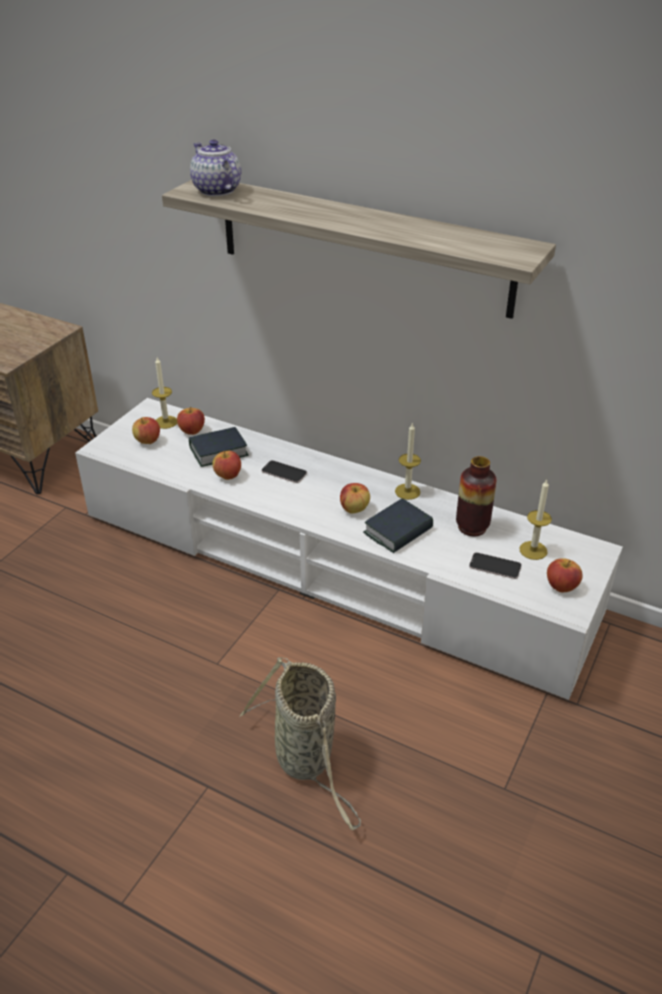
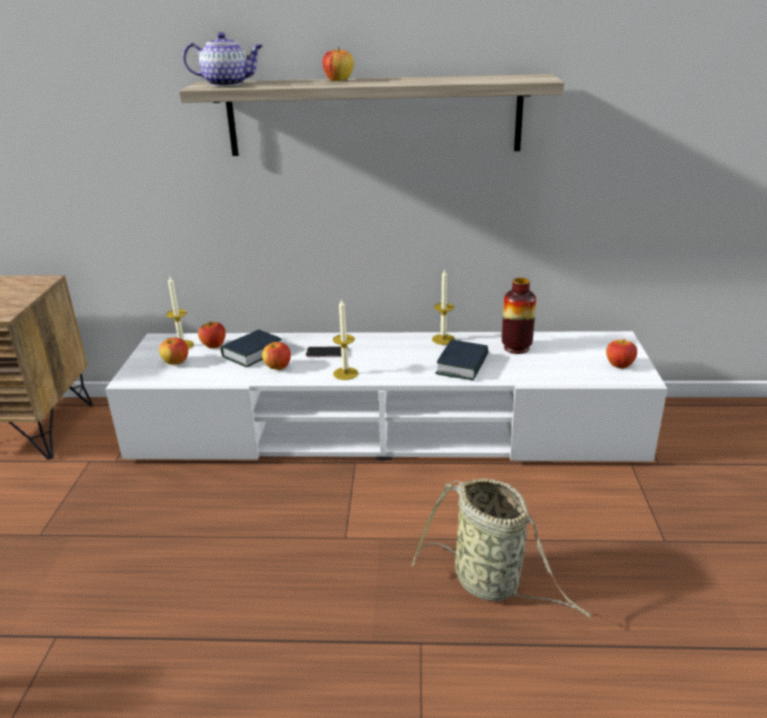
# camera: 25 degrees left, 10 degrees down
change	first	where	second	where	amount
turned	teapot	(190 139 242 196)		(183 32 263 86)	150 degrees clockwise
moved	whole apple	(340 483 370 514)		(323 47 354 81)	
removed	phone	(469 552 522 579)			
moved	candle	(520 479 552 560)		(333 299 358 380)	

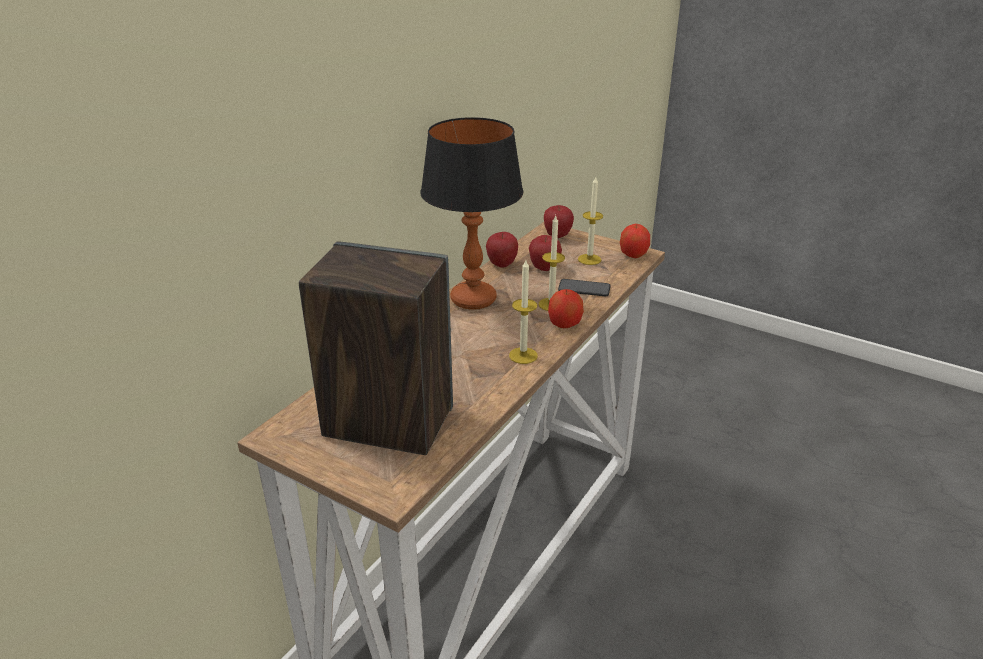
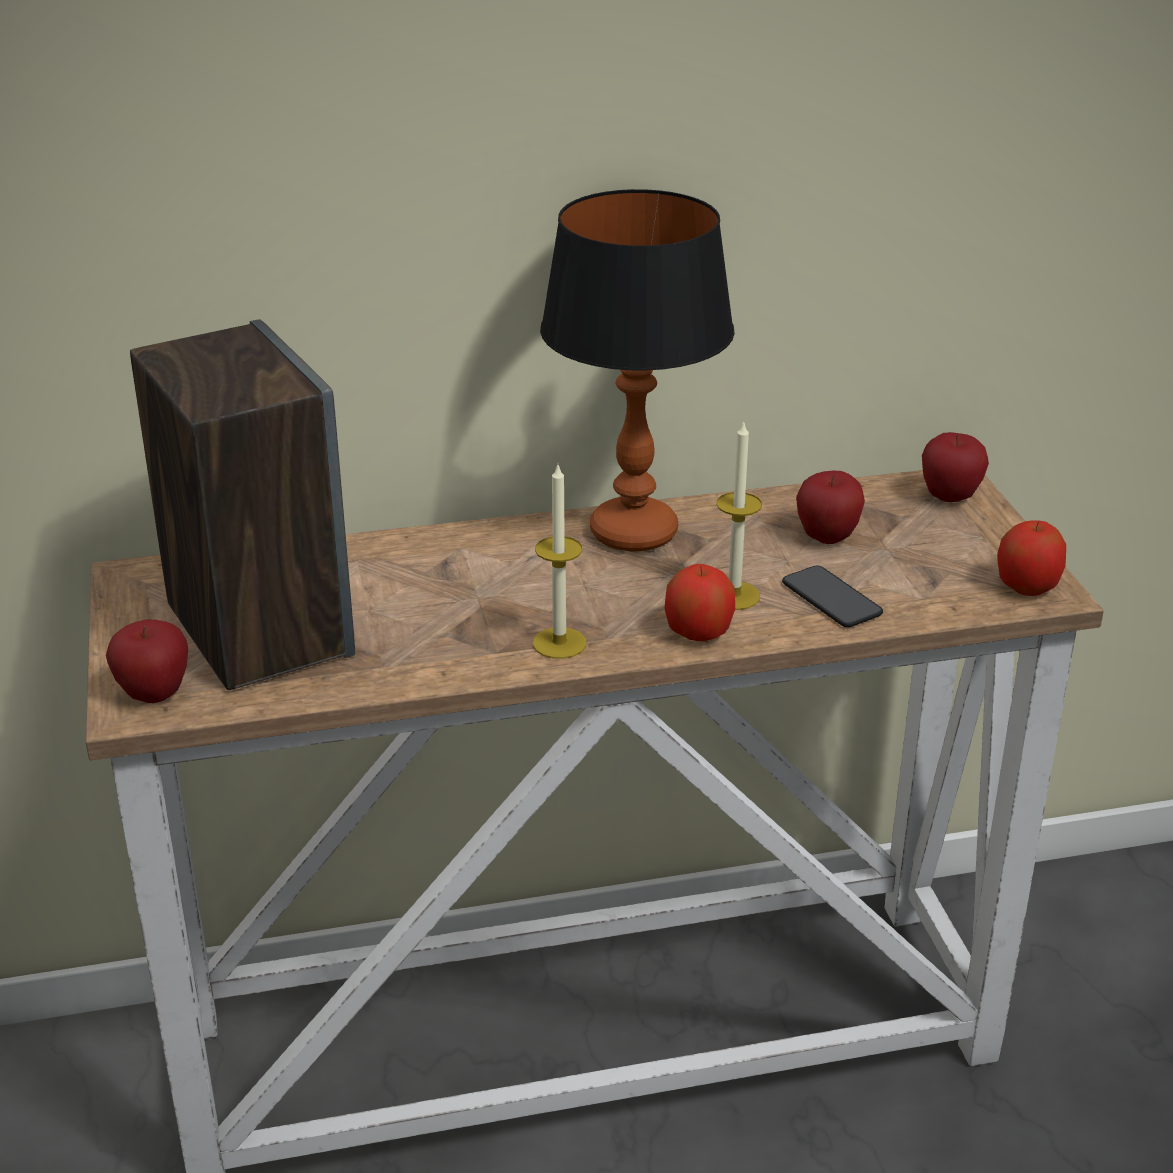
# camera: 45 degrees right, 0 degrees up
change	first	where	second	where	amount
moved	whole apple	(486 232 518 268)		(106 620 188 703)	
removed	candle	(578 177 603 265)			

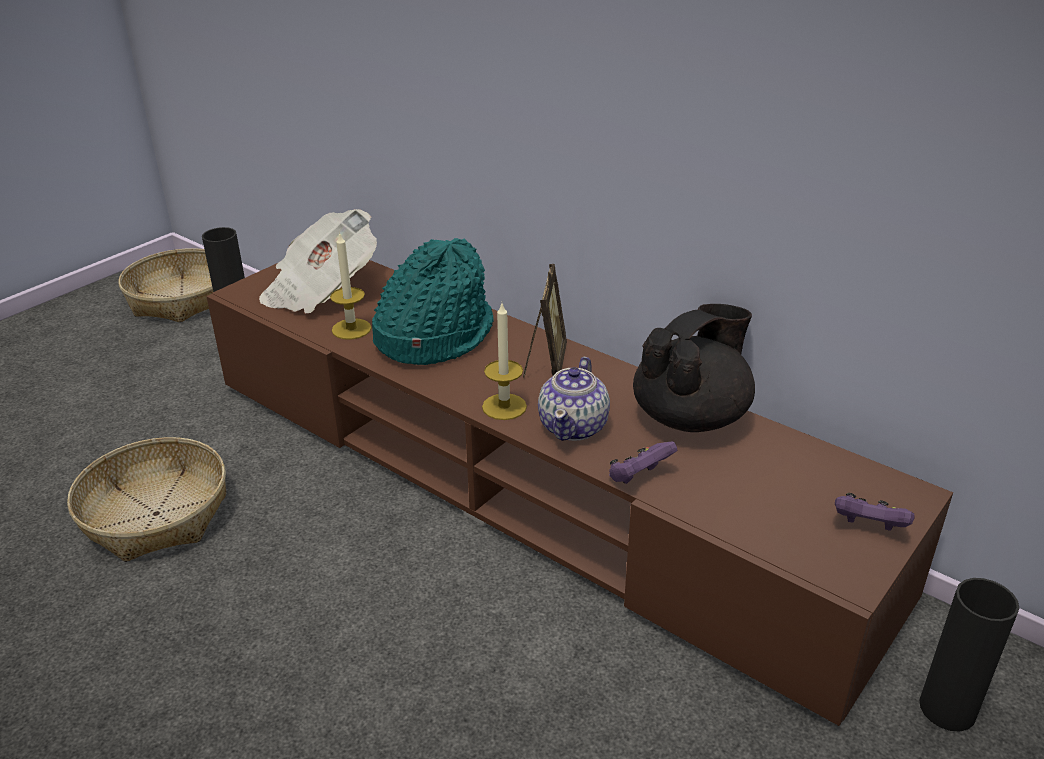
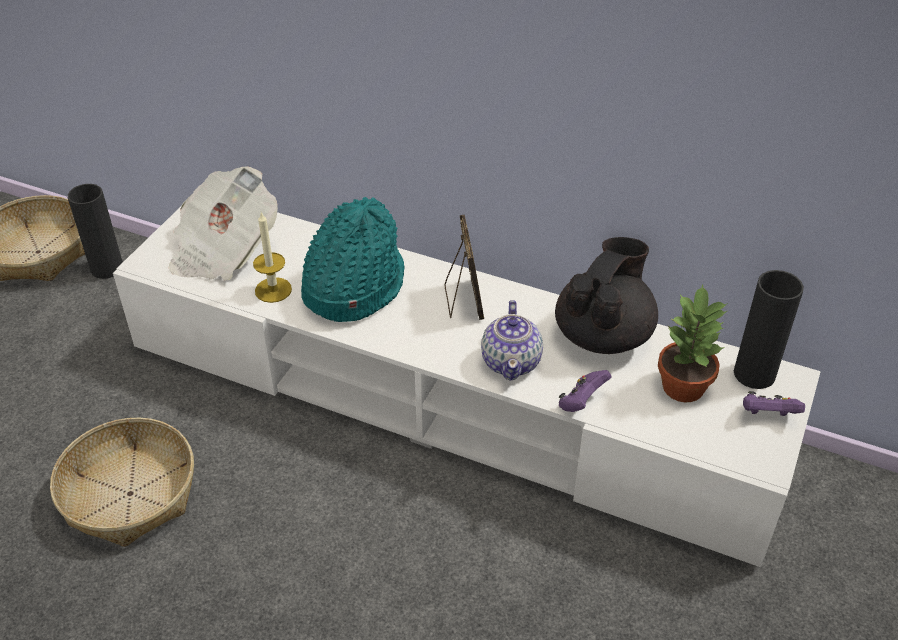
# camera: 15 degrees left, 10 degrees up
change	first	where	second	where	amount
recoloured	tv stand/brownish	(206 260 953 726)	tv stand/white-coloured	(113 206 821 567)	
removed	candle	(482 303 527 420)			
moved	decorative vase/black	(919 578 1019 732)		(734 270 804 389)	
added			houseplant	(658 285 728 402)	

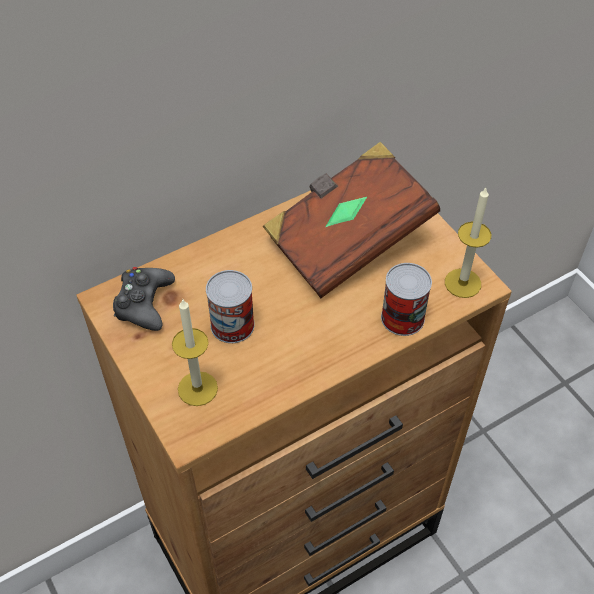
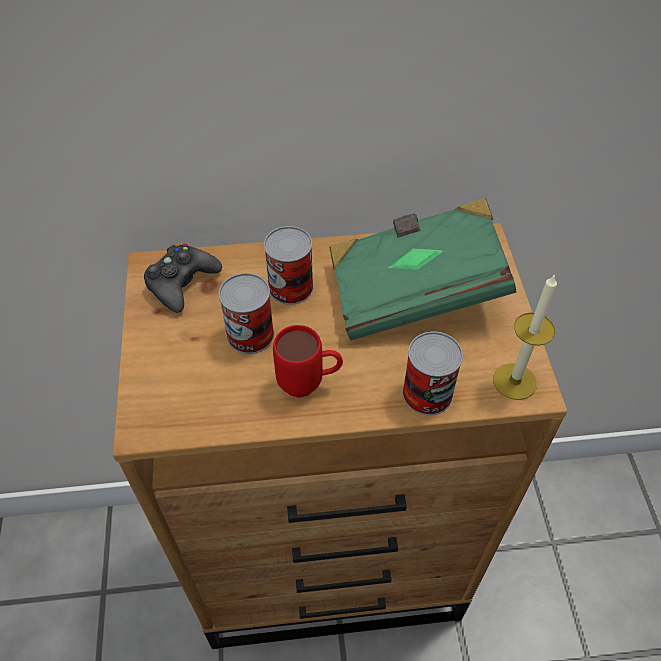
# camera: 25 degrees right, 0 degrees up
change	first	where	second	where	amount
removed	candle	(172 298 218 406)			
recoloured	bound book/brownish	(263 142 440 298)	bound book/greenish	(330 198 516 340)	
added			sealed can	(264 226 314 305)	
added			coffee mug/red	(273 325 343 398)	

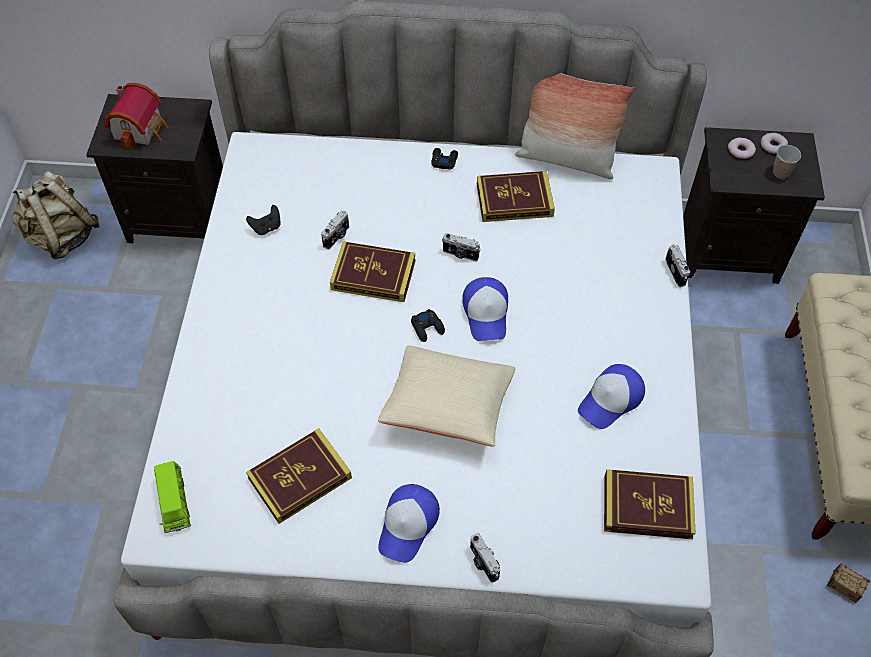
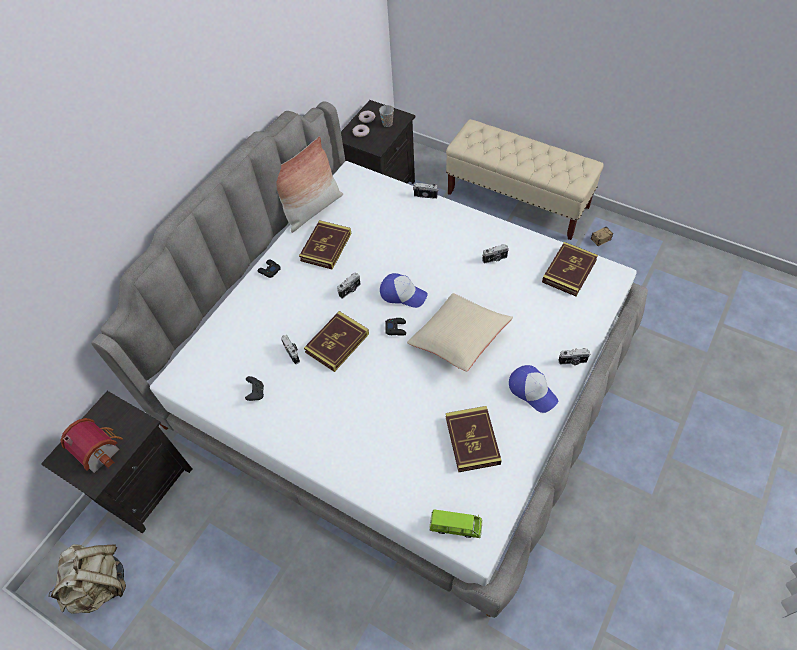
# camera: 60 degrees left, 0 degrees up
change	first	where	second	where	amount
replaced	peaked cap	(578 364 645 429)	photo camera	(482 244 509 263)	

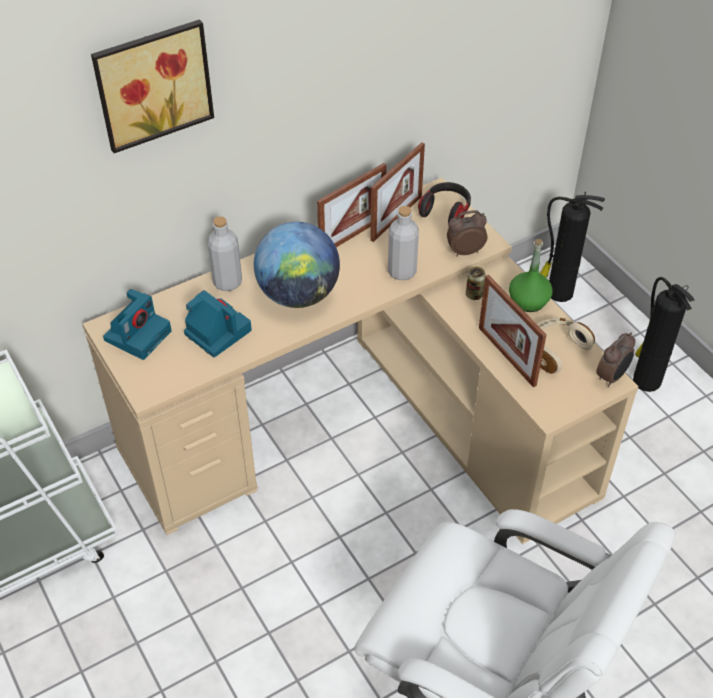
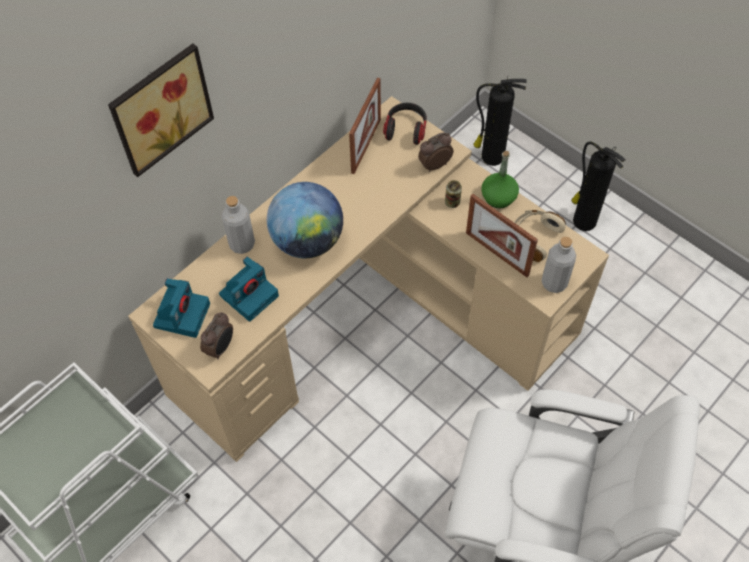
# camera: 15 degrees left, 10 degrees up
change	first	where	second	where	amount
turned	photo camera	(184 290 252 357)		(219 257 279 322)	105 degrees clockwise
removed	standing frame	(317 163 387 247)			
moved	drink bottle/gray	(388 206 419 280)		(542 237 576 293)	
moved	table clock	(596 332 635 387)		(200 312 233 360)	

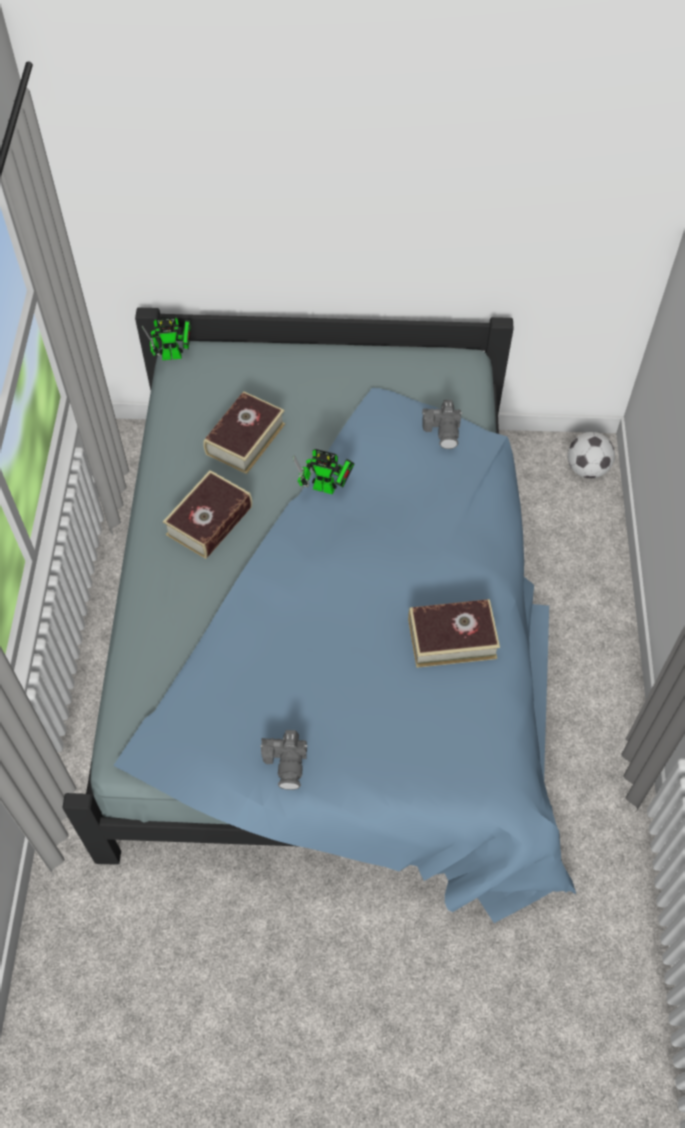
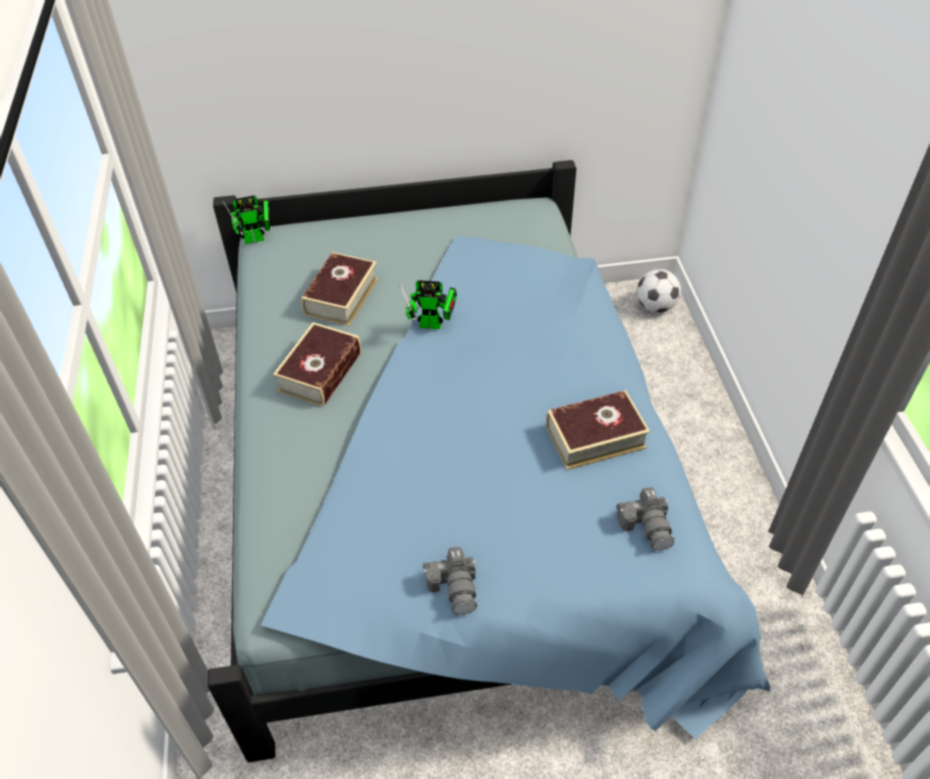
# camera: 10 degrees left, 10 degrees down
change	first	where	second	where	amount
moved	photo camera	(422 400 462 449)		(616 487 674 551)	

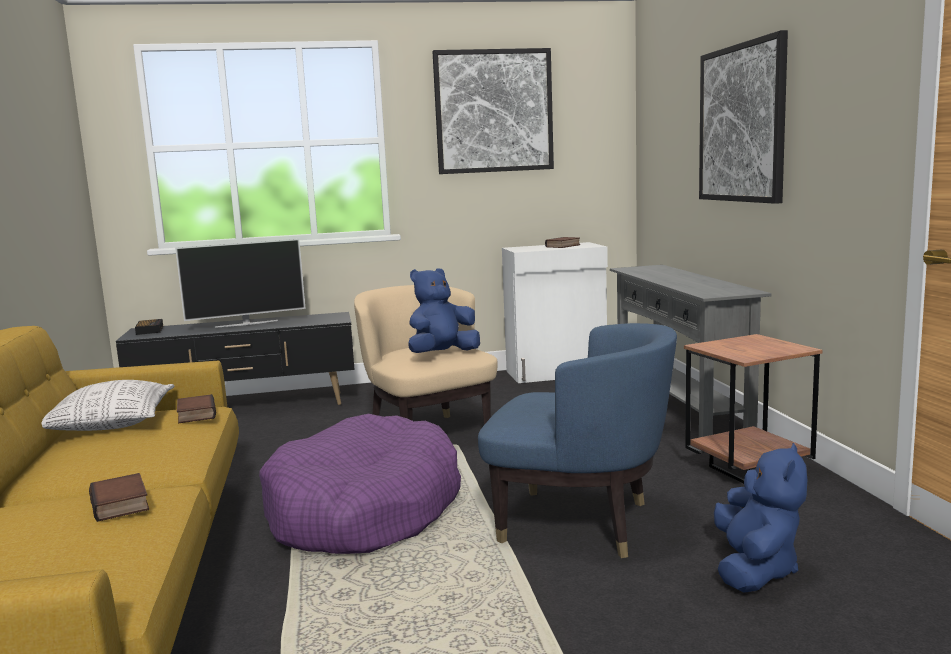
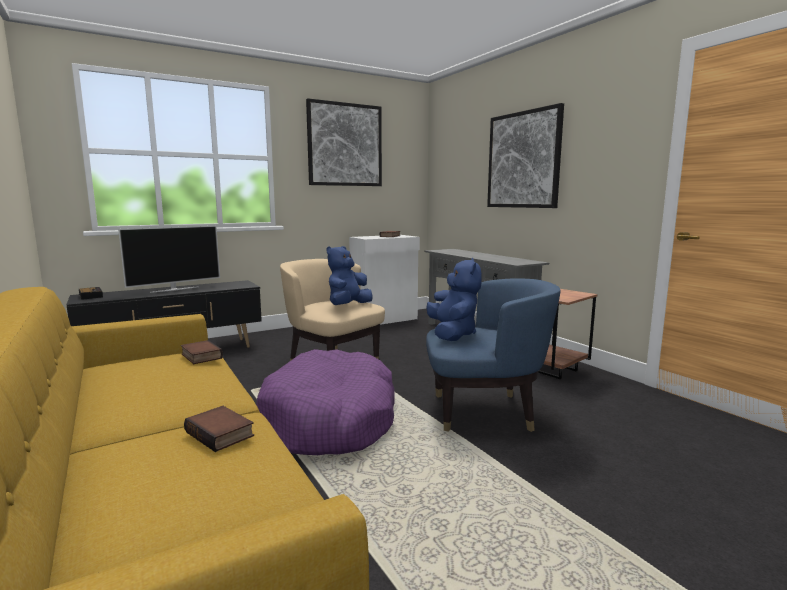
# camera: 20 degrees left, 0 degrees up
change	first	where	second	where	amount
removed	cushion	(42 380 174 431)			
moved	plush toy/bluish	(714 443 807 593)		(426 258 482 341)	

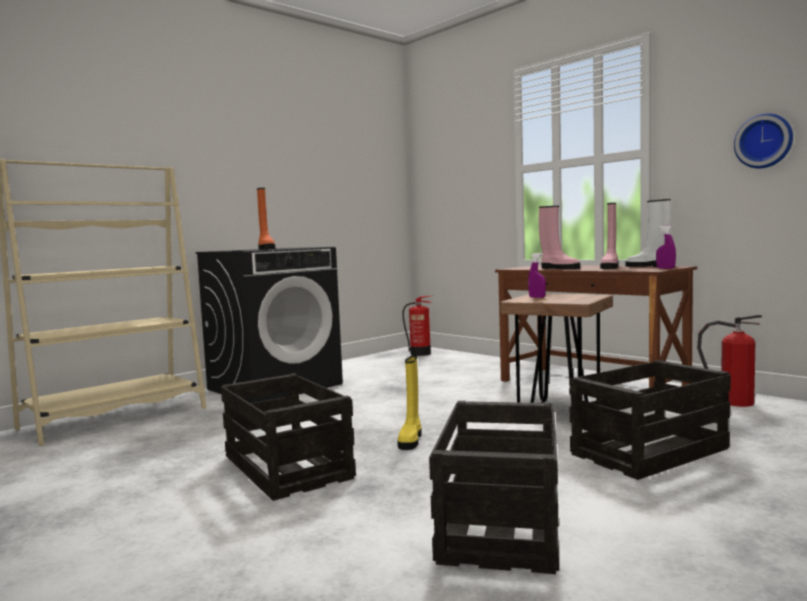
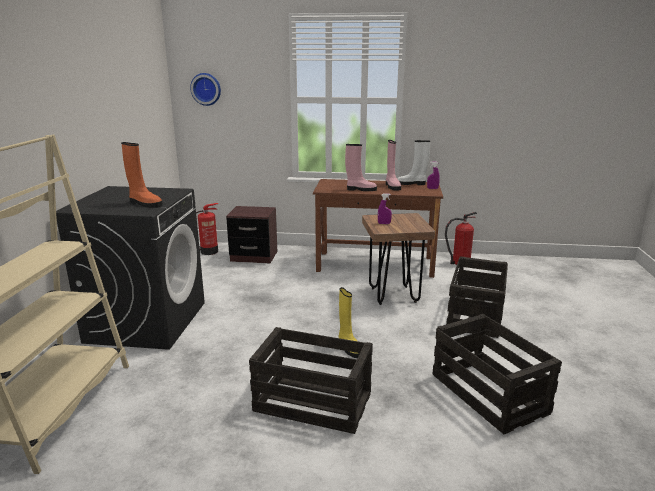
# camera: 40 degrees left, 15 degrees up
change	first	where	second	where	amount
moved	wall clock	(734 113 793 168)		(190 73 221 106)	
added			nightstand/brownish	(226 206 277 263)	

